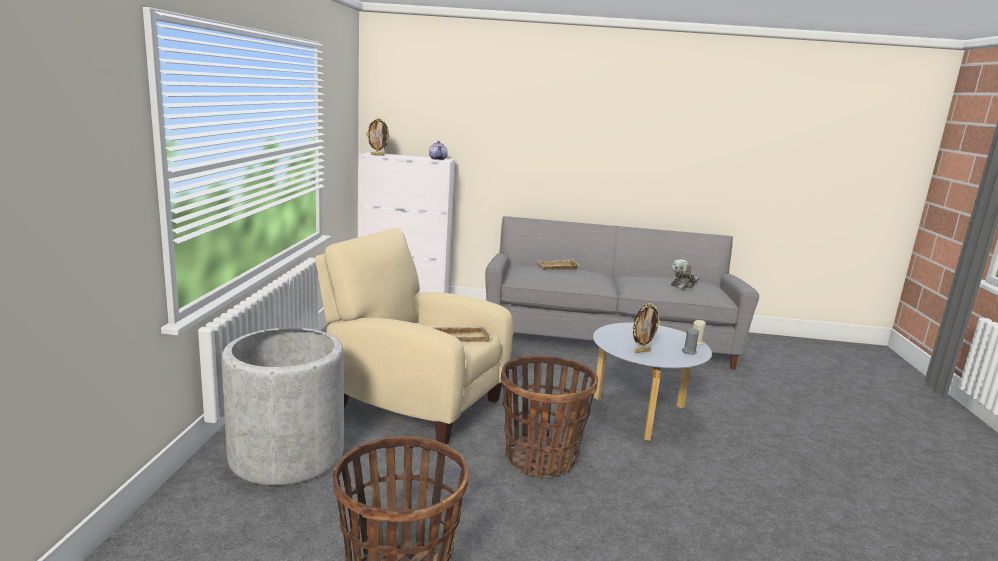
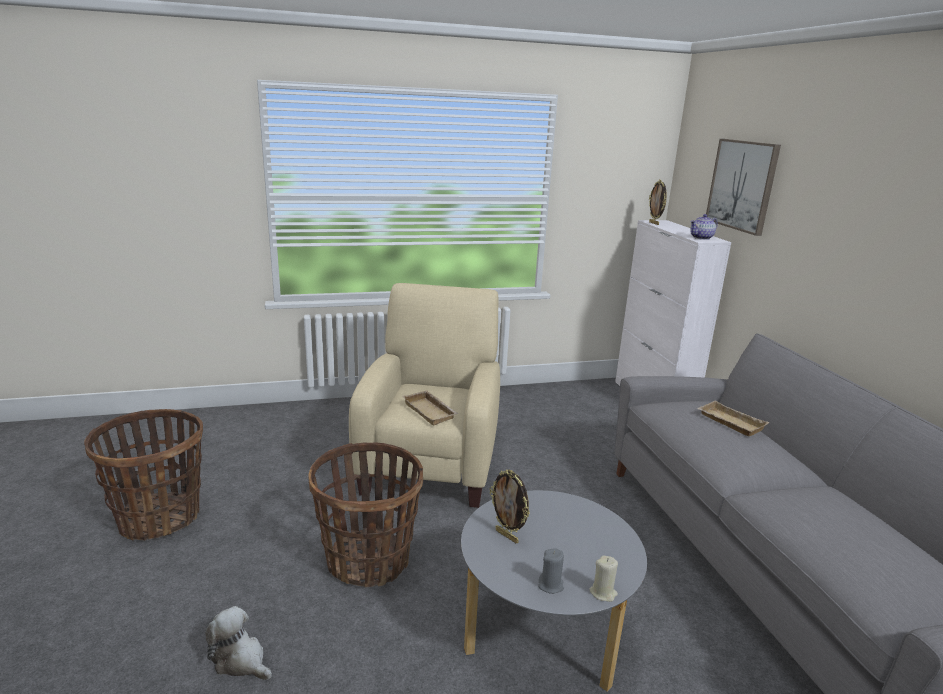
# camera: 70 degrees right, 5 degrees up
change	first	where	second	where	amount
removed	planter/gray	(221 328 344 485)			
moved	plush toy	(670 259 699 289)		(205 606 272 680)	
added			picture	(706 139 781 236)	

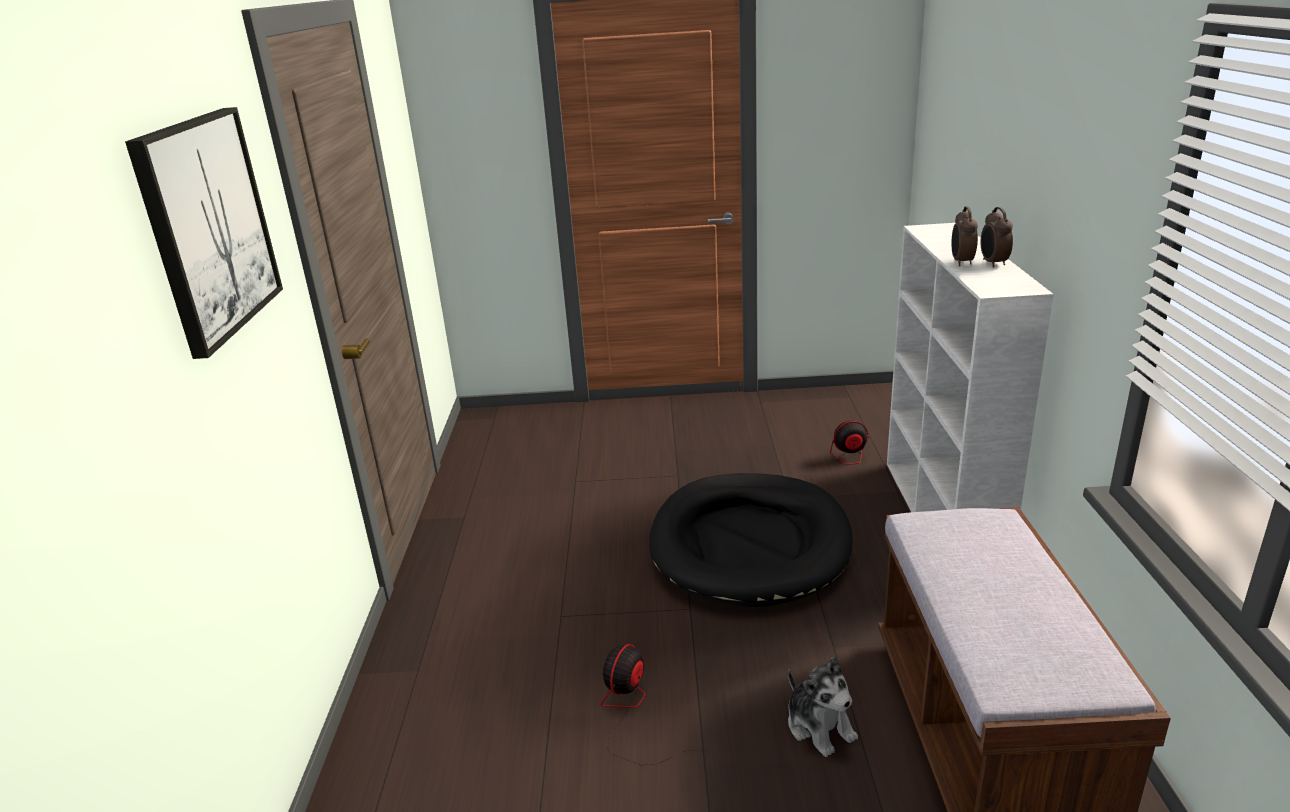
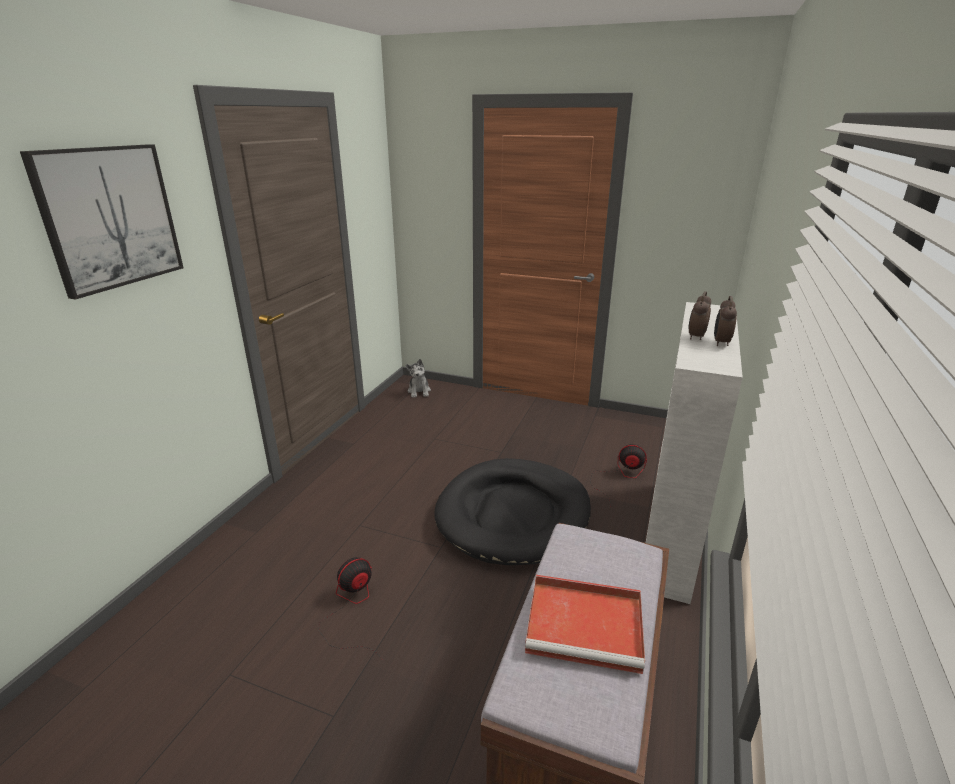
# camera: 20 degrees right, 0 degrees up
change	first	where	second	where	amount
moved	plush toy	(788 657 858 757)		(406 359 431 398)	
added			carrying tray/red	(525 575 645 674)	

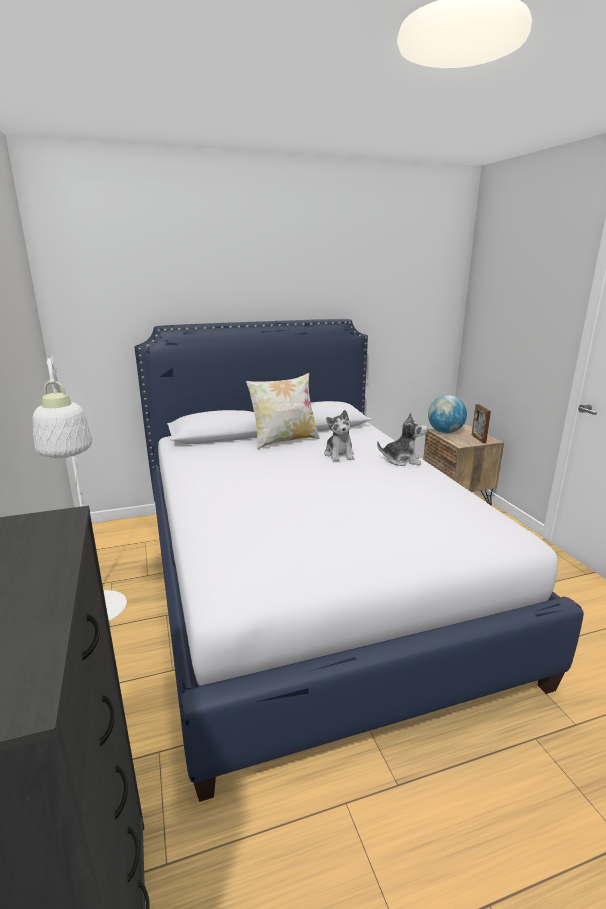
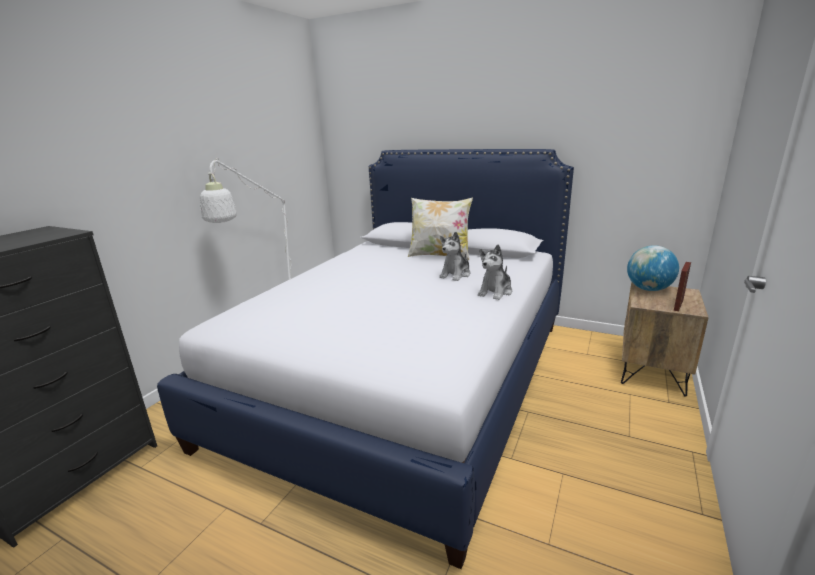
# camera: 45 degrees right, 0 degrees up
change	first	where	second	where	amount
turned	plush toy	(377 412 428 466)		(478 245 512 300)	75 degrees clockwise

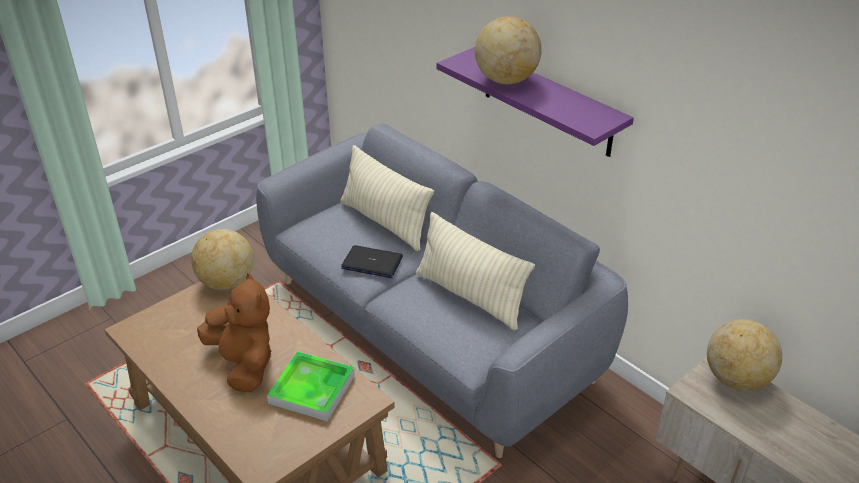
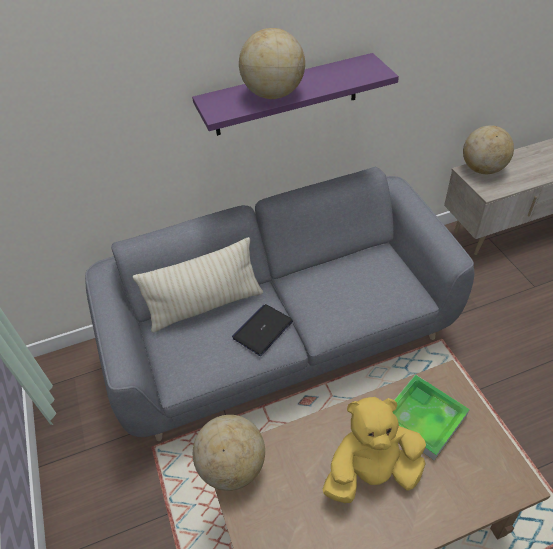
# camera: 65 degrees left, 10 degrees up
change	first	where	second	where	amount
recoloured	plush toy/brownish	(197 273 271 393)	plush toy/yellow	(323 397 426 503)	
removed	cushion/sand-coloured	(416 212 535 331)			

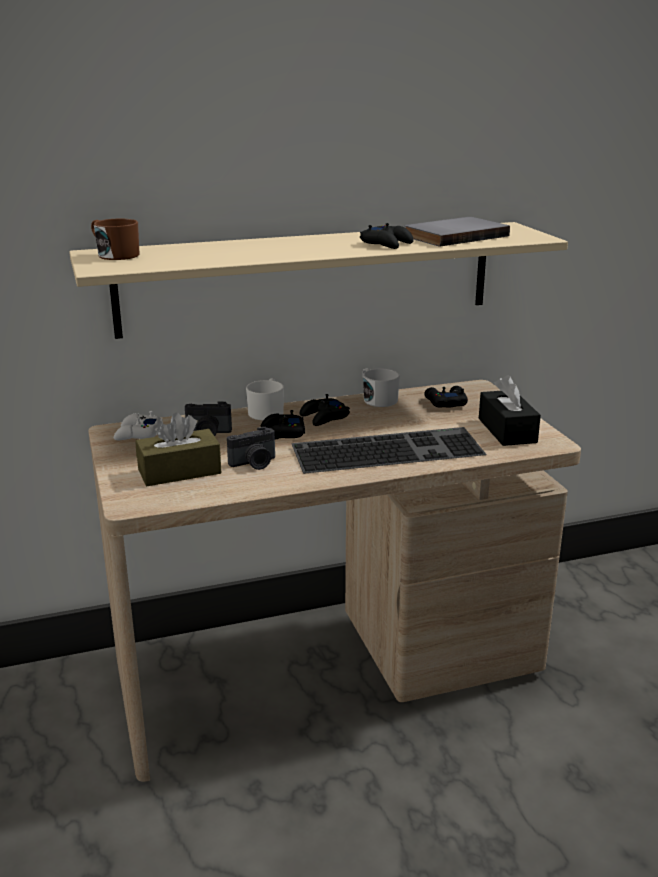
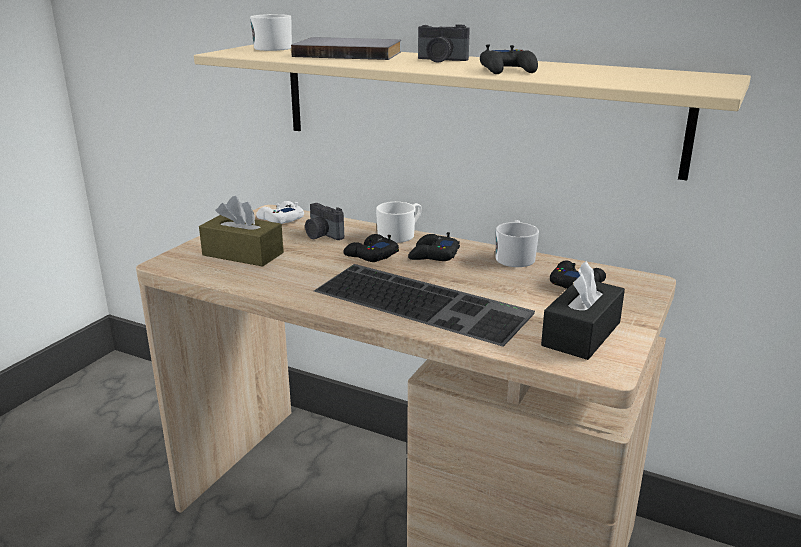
# camera: 45 degrees right, 0 degrees up
change	first	where	second	where	amount
recoloured	coffee mug/brownish	(91 219 140 260)	coffee mug/white-coloured	(250 14 292 51)	
moved	photo camera	(227 426 275 470)		(418 24 470 63)	
moved	bound book/gray	(404 217 510 247)		(291 37 401 60)	

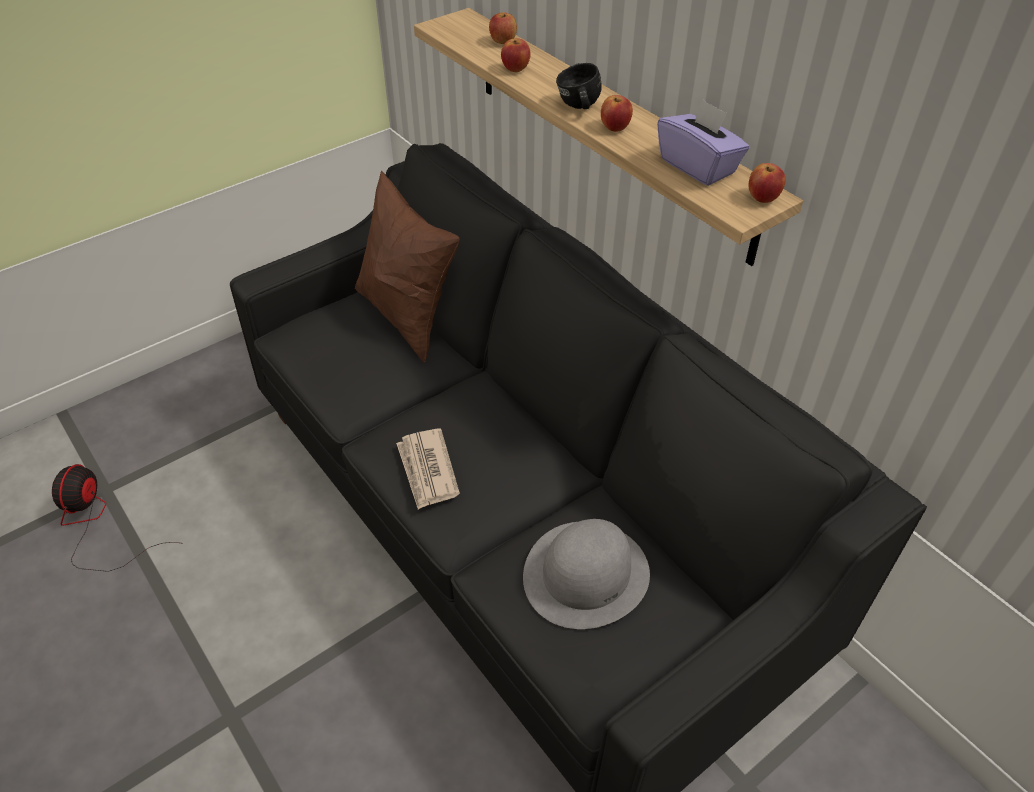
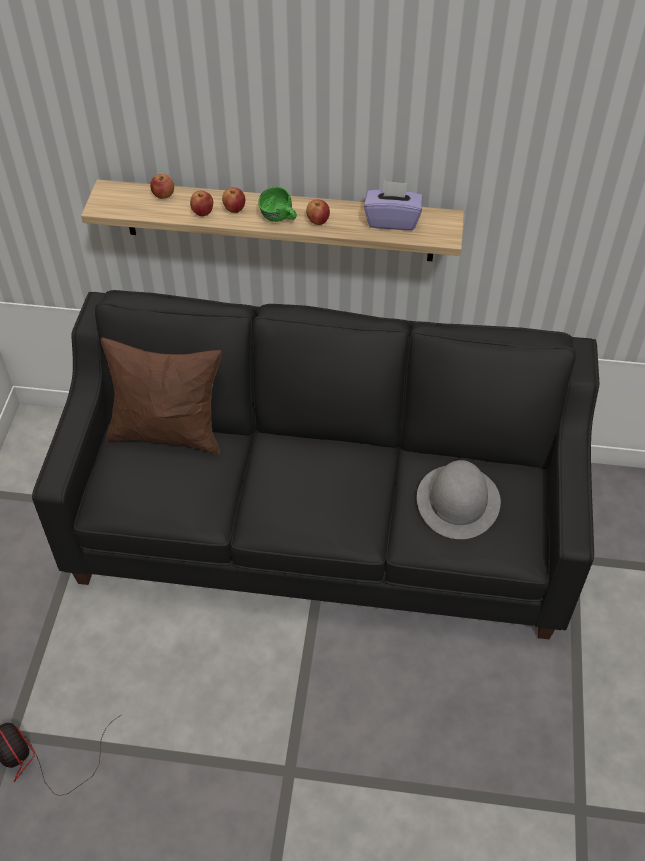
# camera: 45 degrees left, 5 degrees up
change	first	where	second	where	amount
removed	daily paper	(396 428 460 510)			
recoloured	coffee mug/black	(556 63 602 109)	coffee mug/greenish	(258 186 297 222)	
moved	whole apple	(748 163 786 203)		(222 187 245 213)	

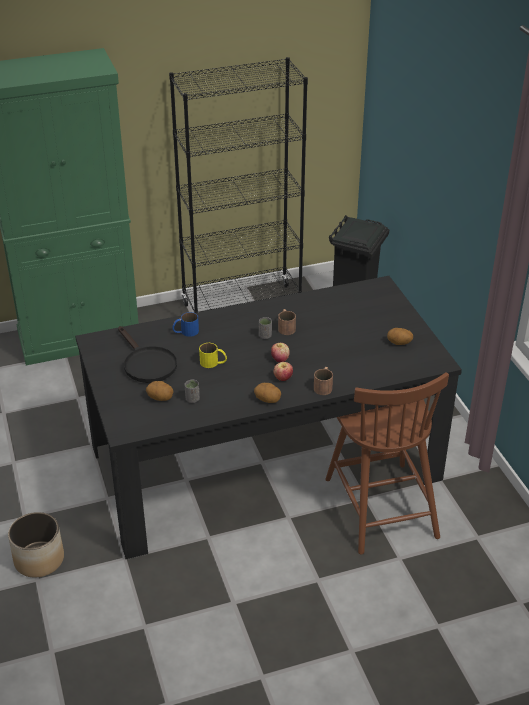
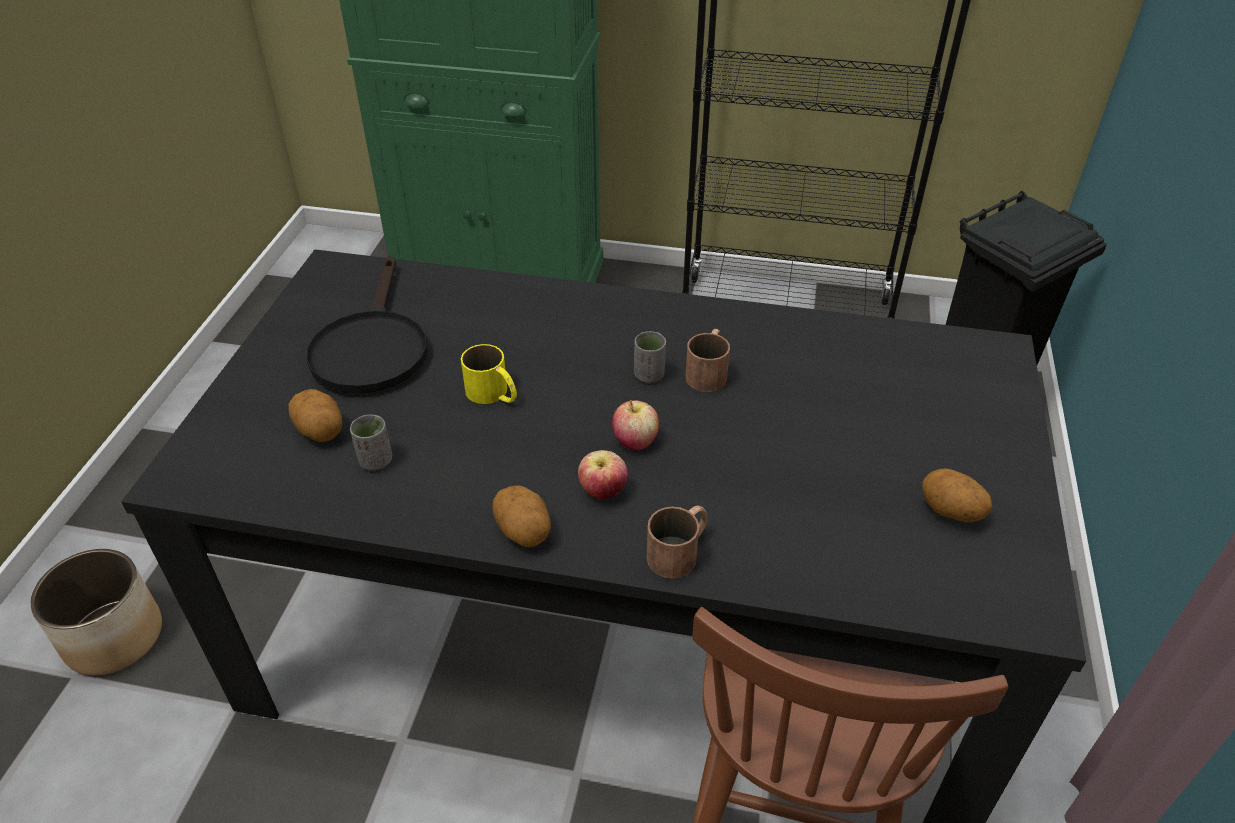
# camera: 30 degrees right, 5 degrees up
change	first	where	second	where	amount
removed	coffee mug/bluish	(172 312 199 337)			

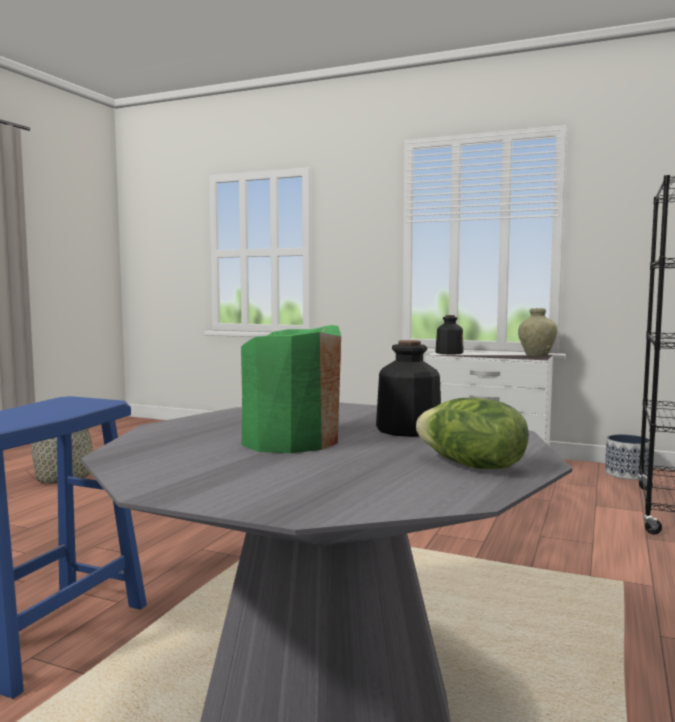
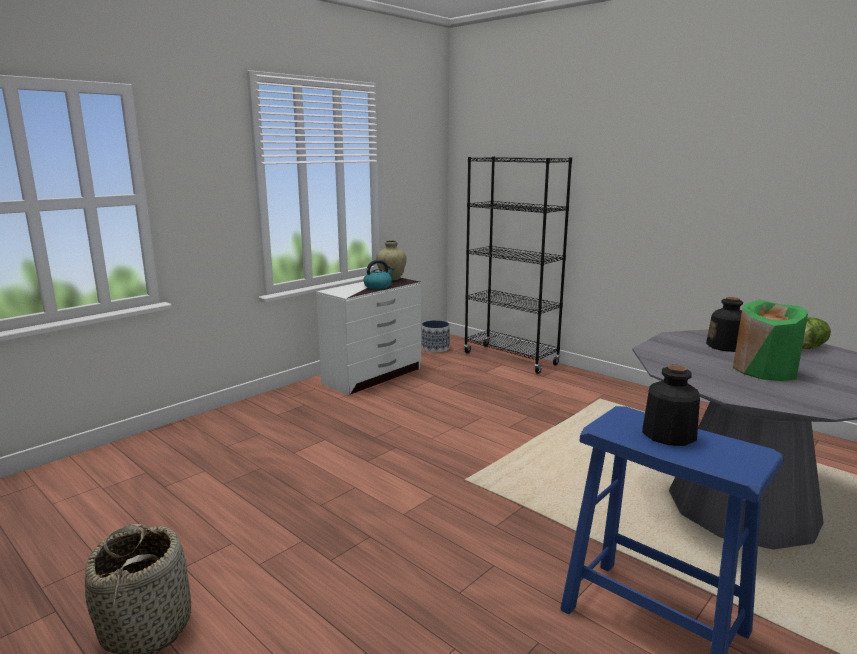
# camera: 70 degrees left, 10 degrees up
change	first	where	second	where	amount
moved	drink bottle	(435 315 464 354)		(642 365 700 446)	
added			kettle	(364 260 394 289)	

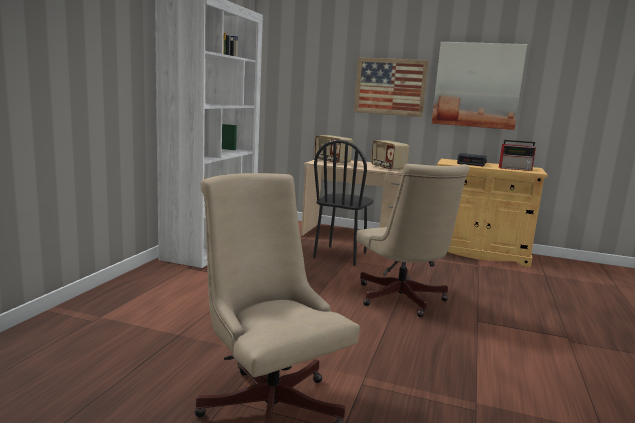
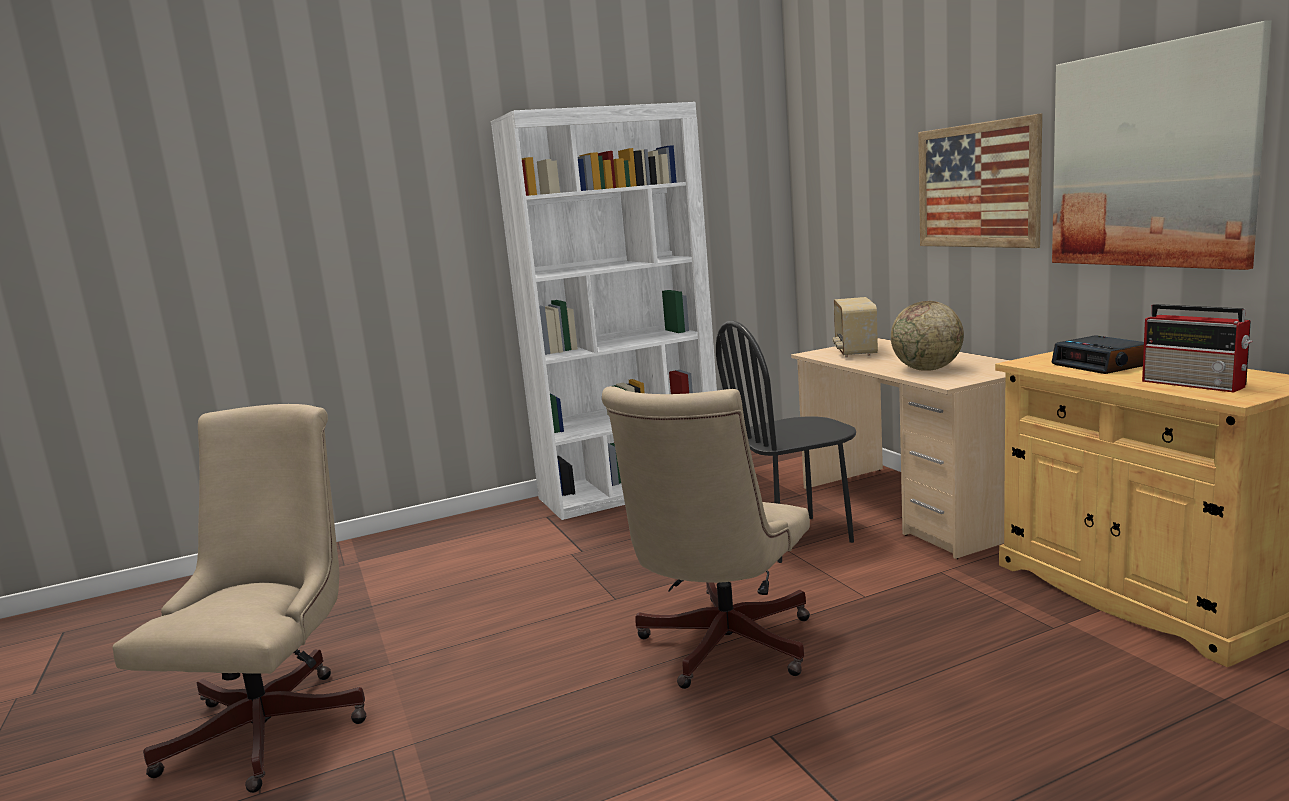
# camera: 50 degrees right, 0 degrees up
change	first	where	second	where	amount
replaced	radio	(371 140 409 171)	desk globe	(891 301 964 371)	

